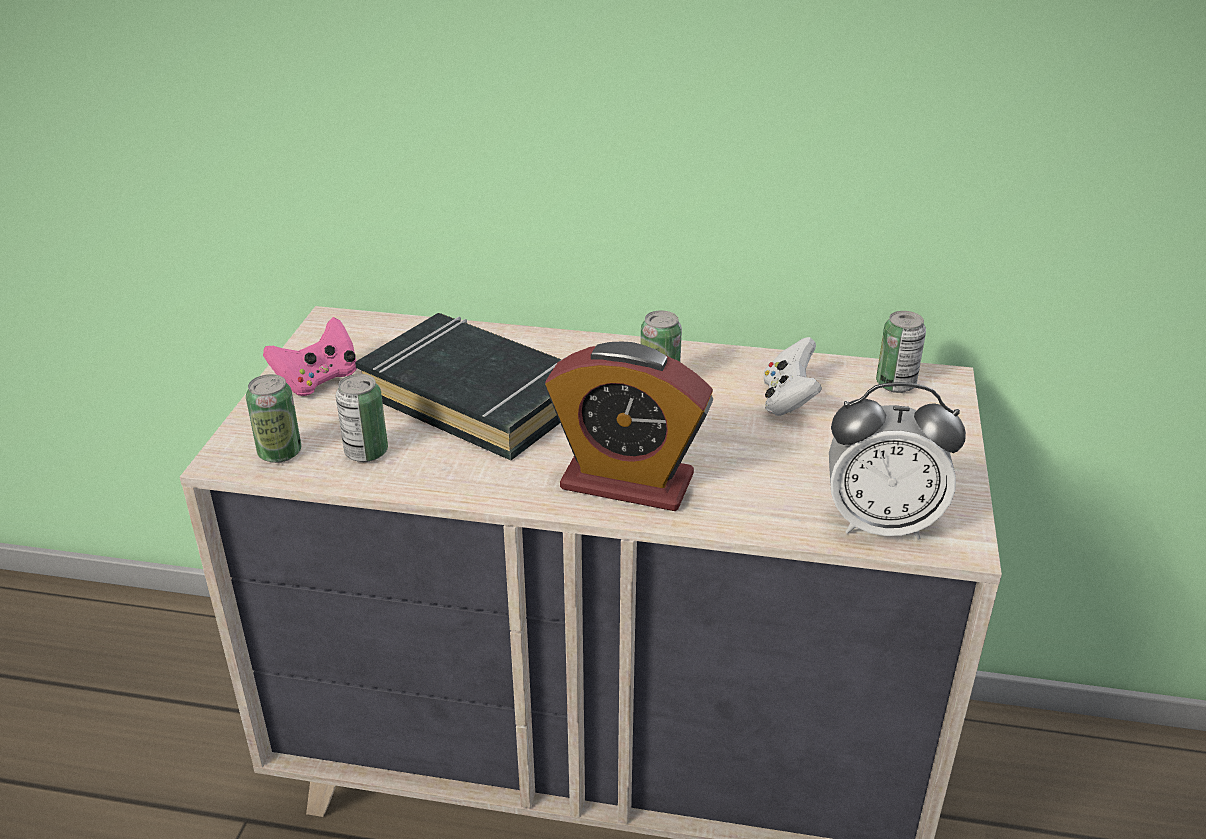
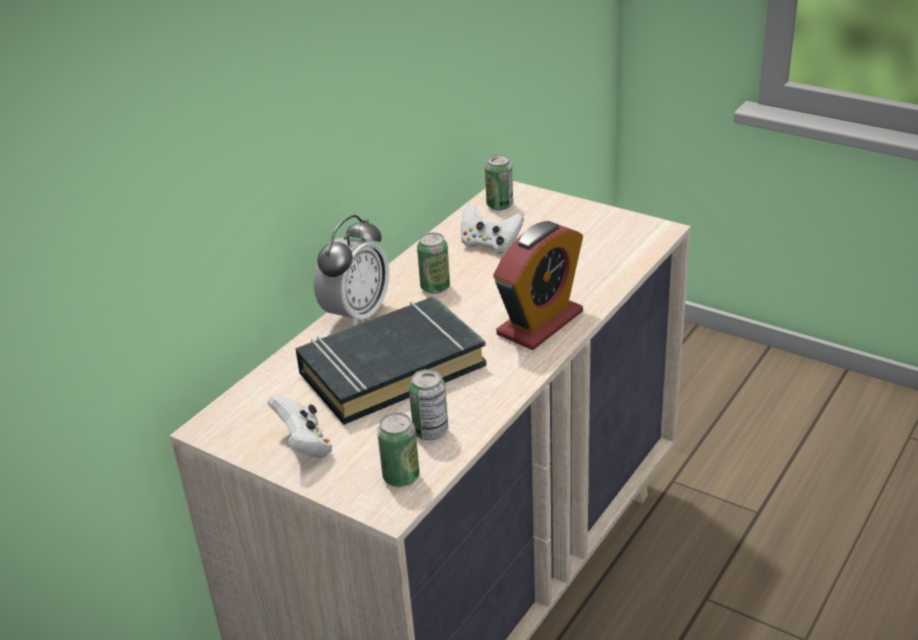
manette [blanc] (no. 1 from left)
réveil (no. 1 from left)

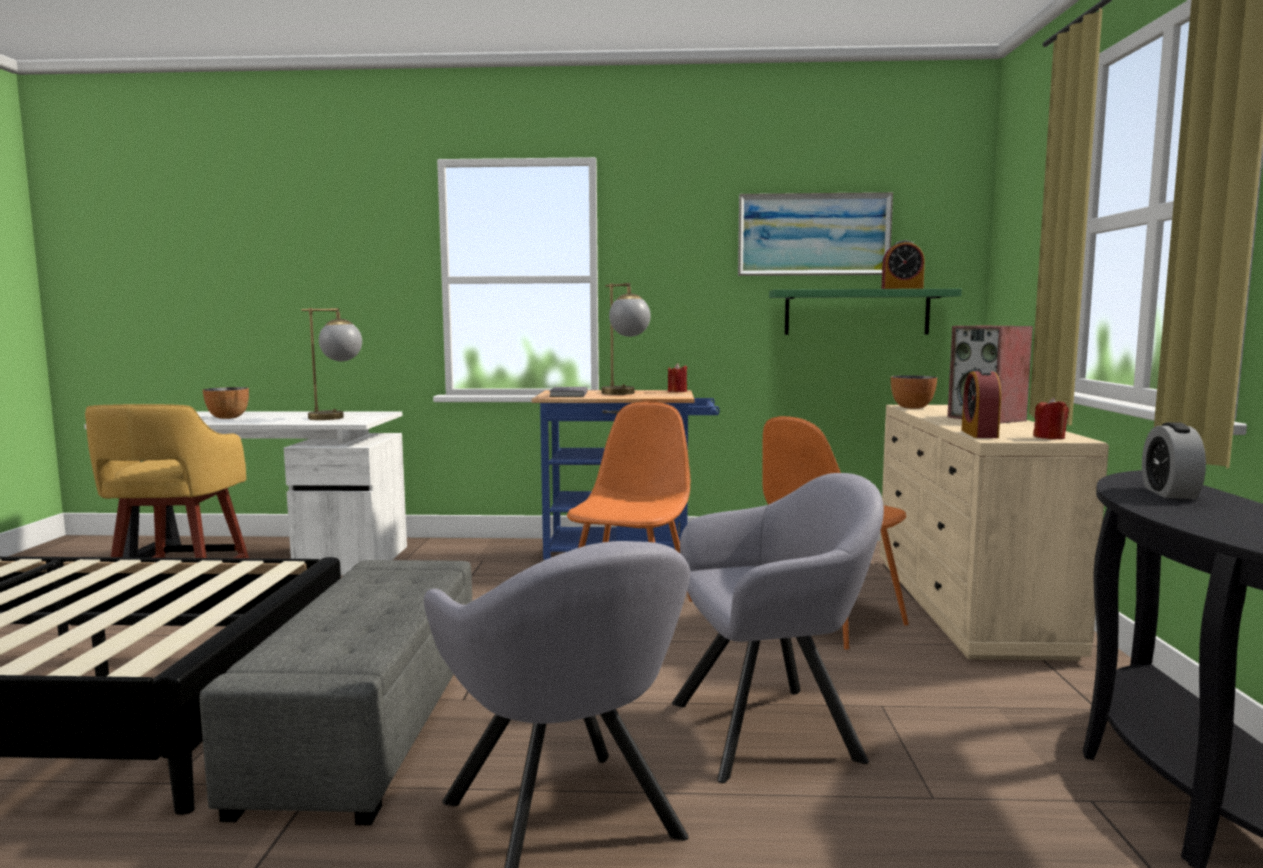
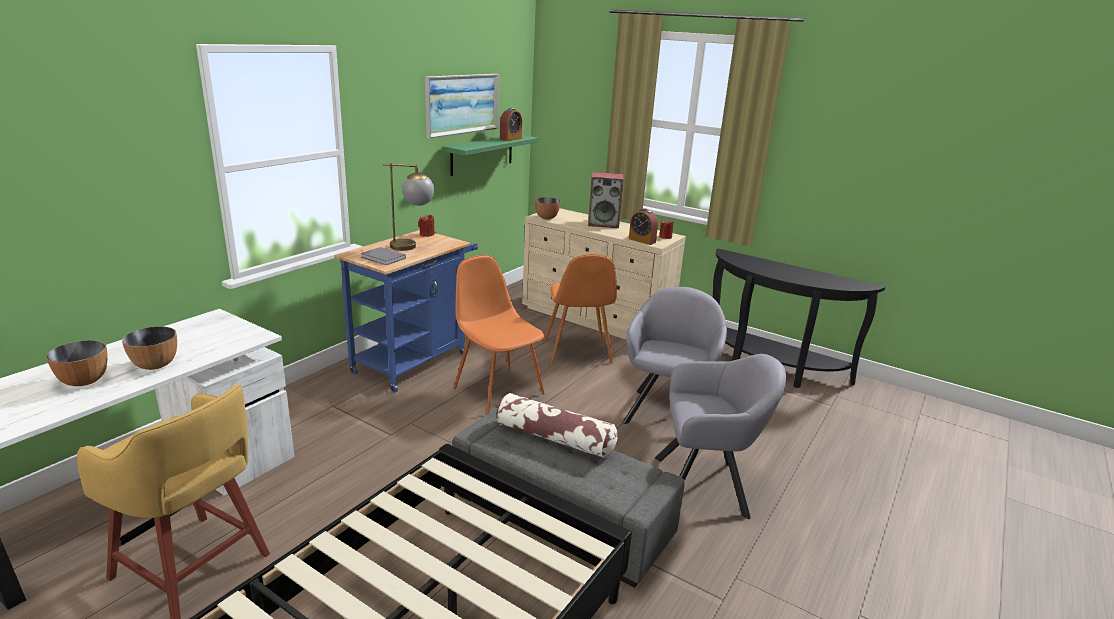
lampe de table (no. 1 from left in the first image)
réveil (no. 3 from left in the first image)
bol (no. 2 from left)
coussin

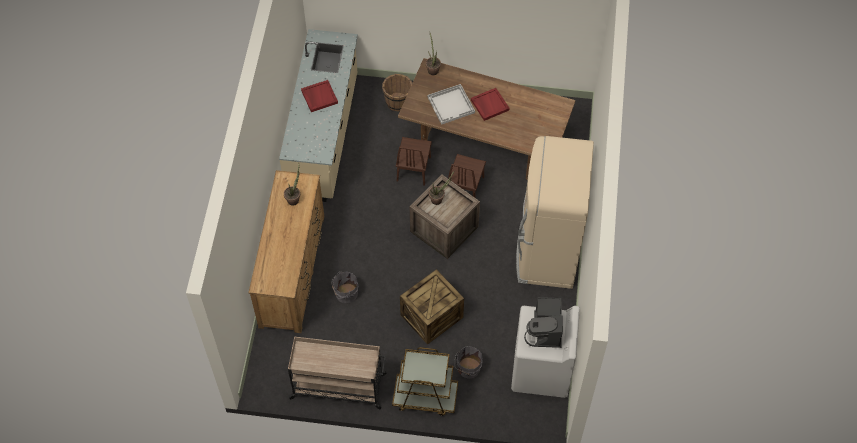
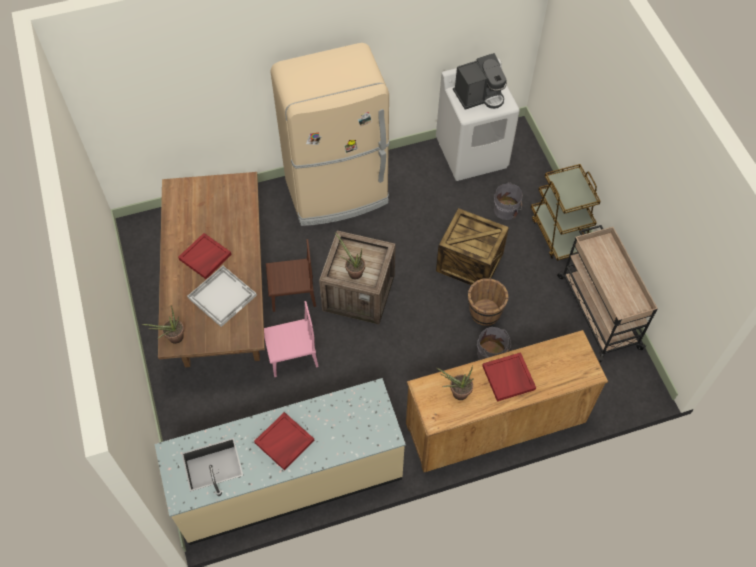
seau [marron]
chaise [rose]
plateau [rouge] (no. 3 from left)

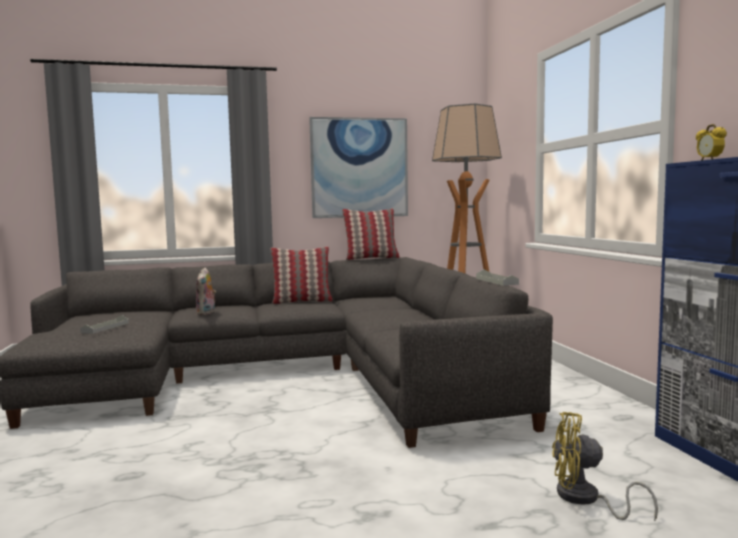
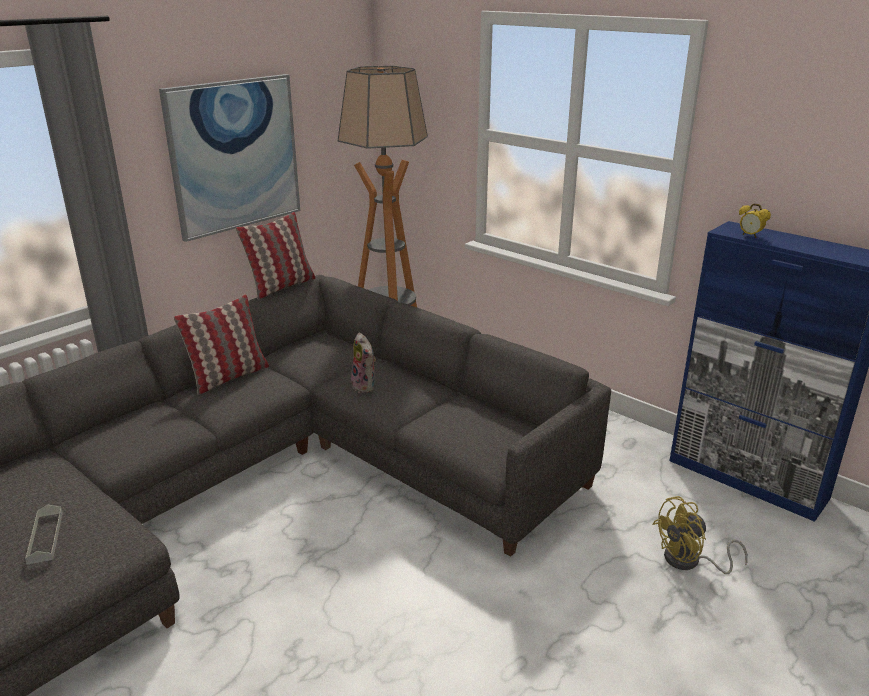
peluche
plateau [gris] (no. 2 from left in the first image)

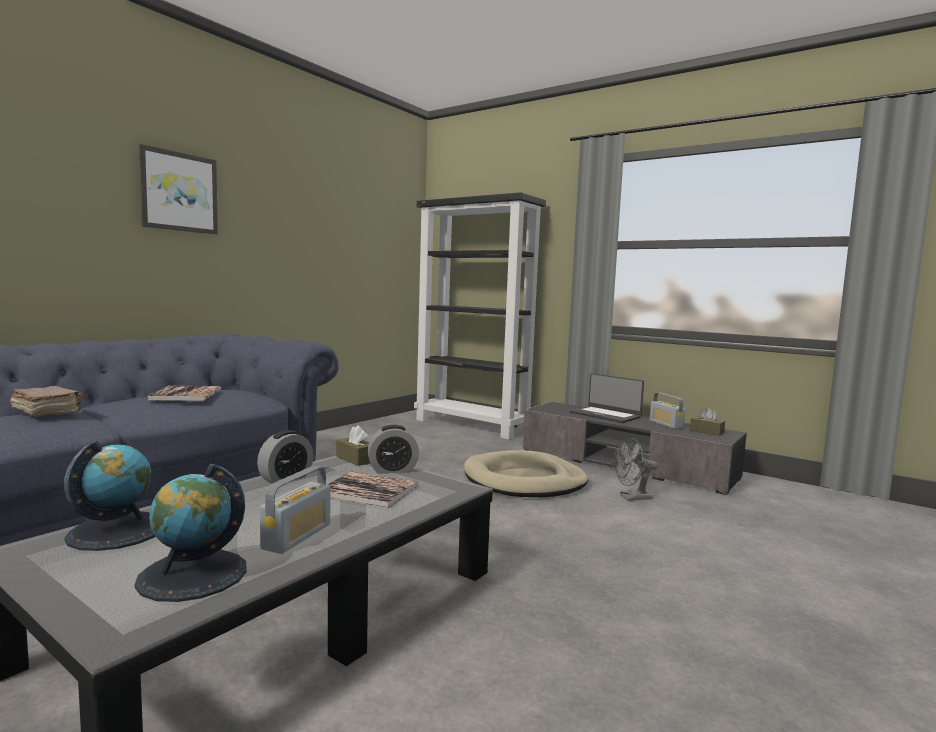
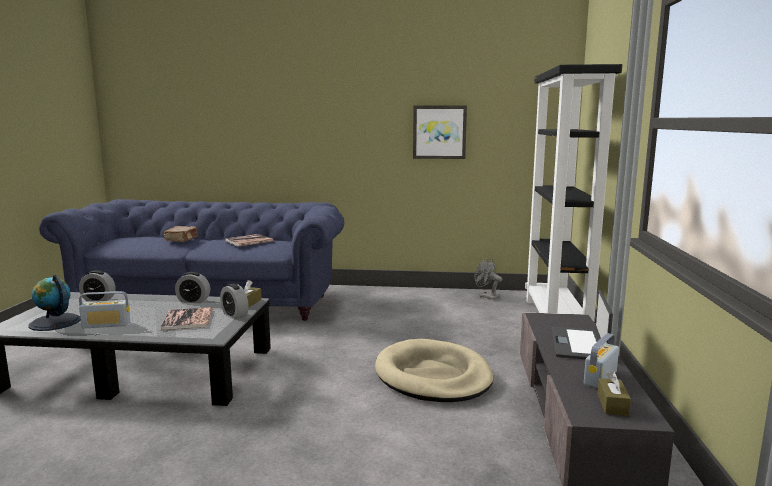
réveil (no. 1 from left)
tableau
ventilateur [gris]

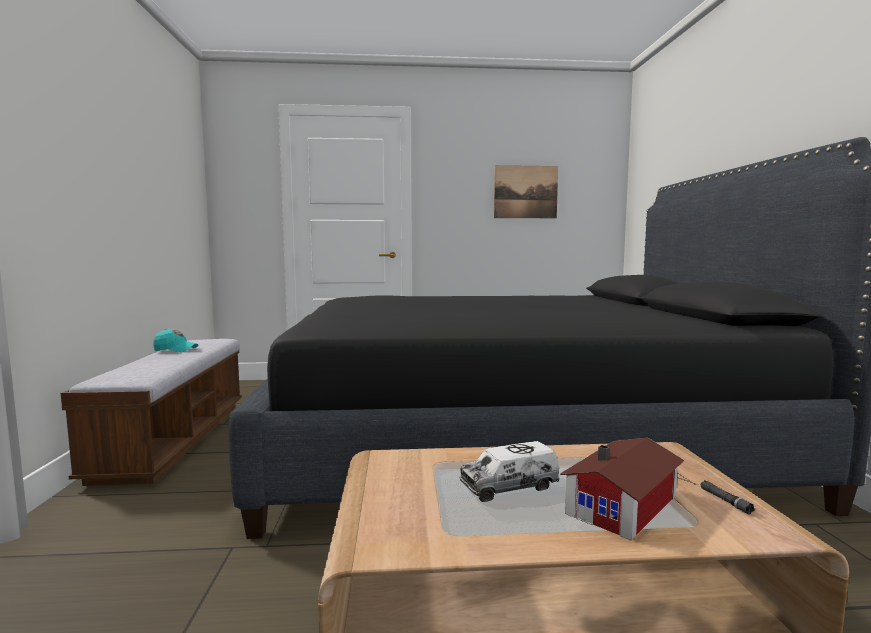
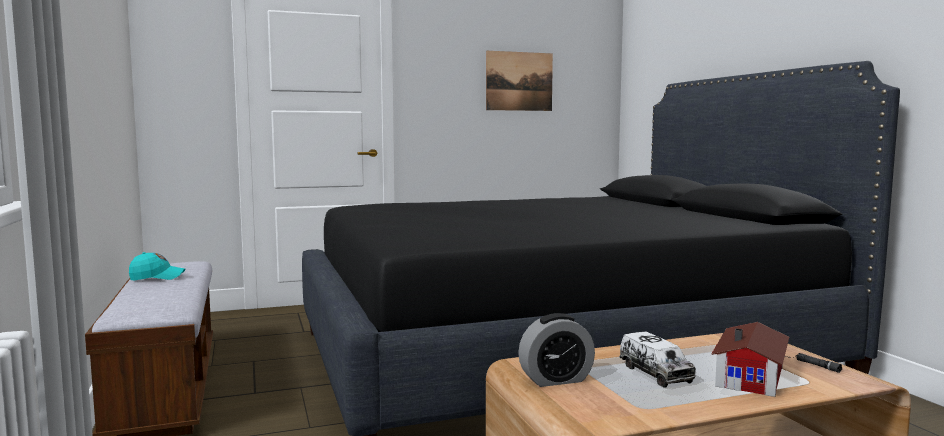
camion jouet
réveil

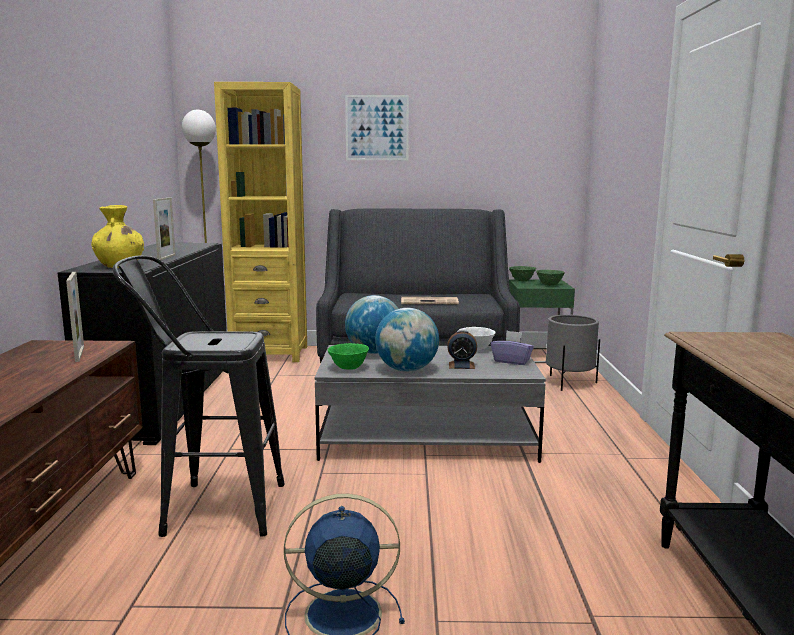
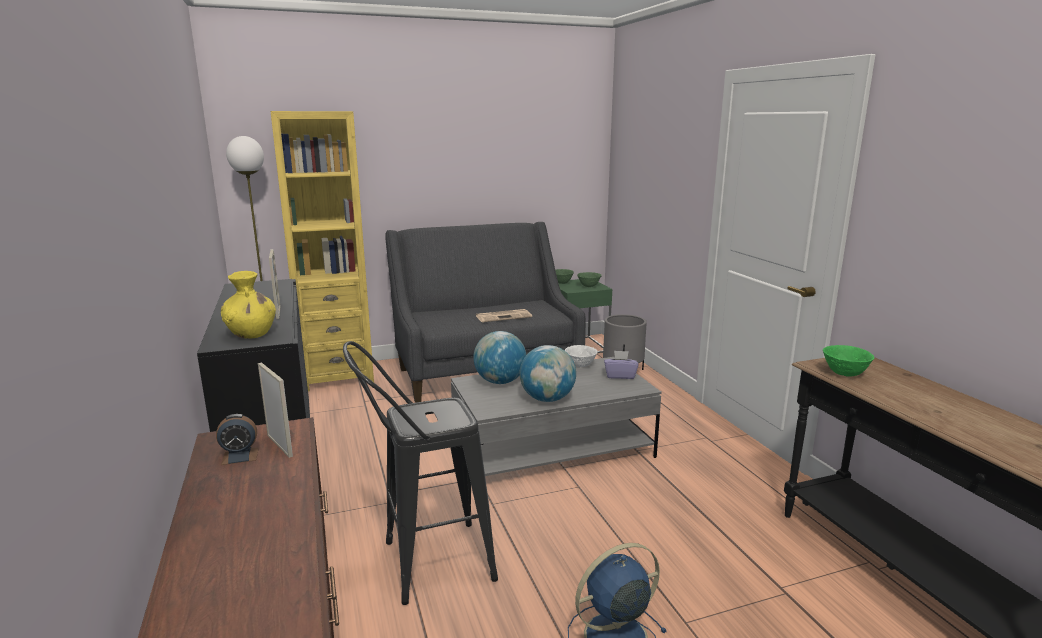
bol [vert] (no. 3 from left)
tableau
réveil

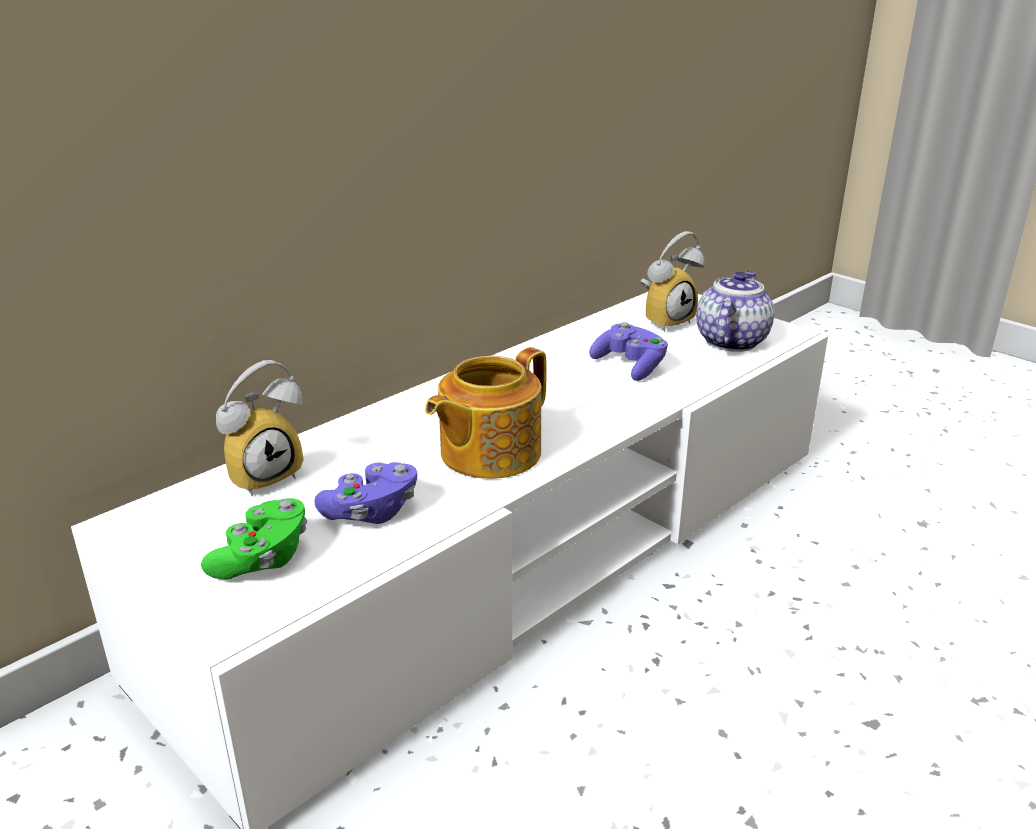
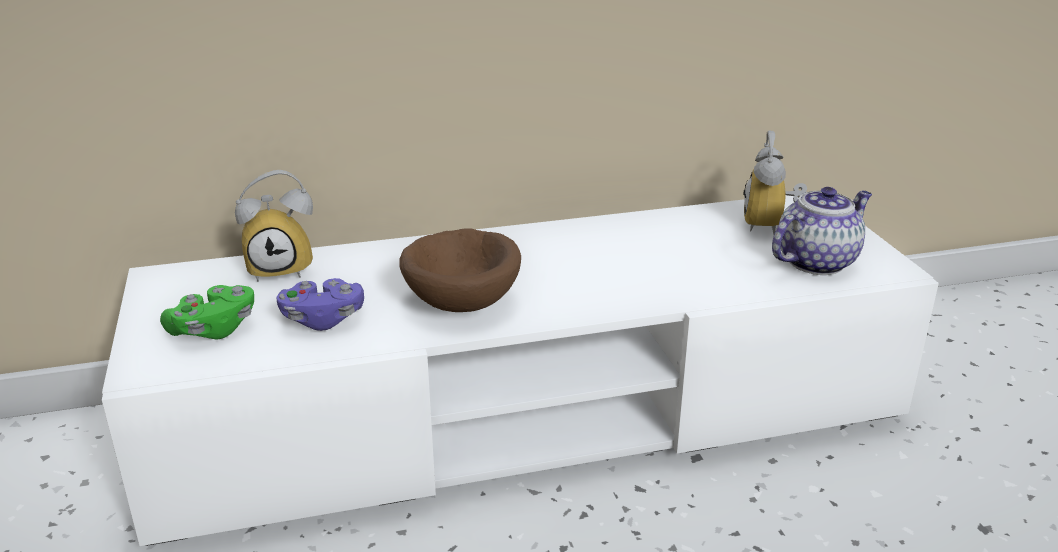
bol [marron]
manette [violet] (no. 2 from left in the first image)
réveil (no. 2 from left)

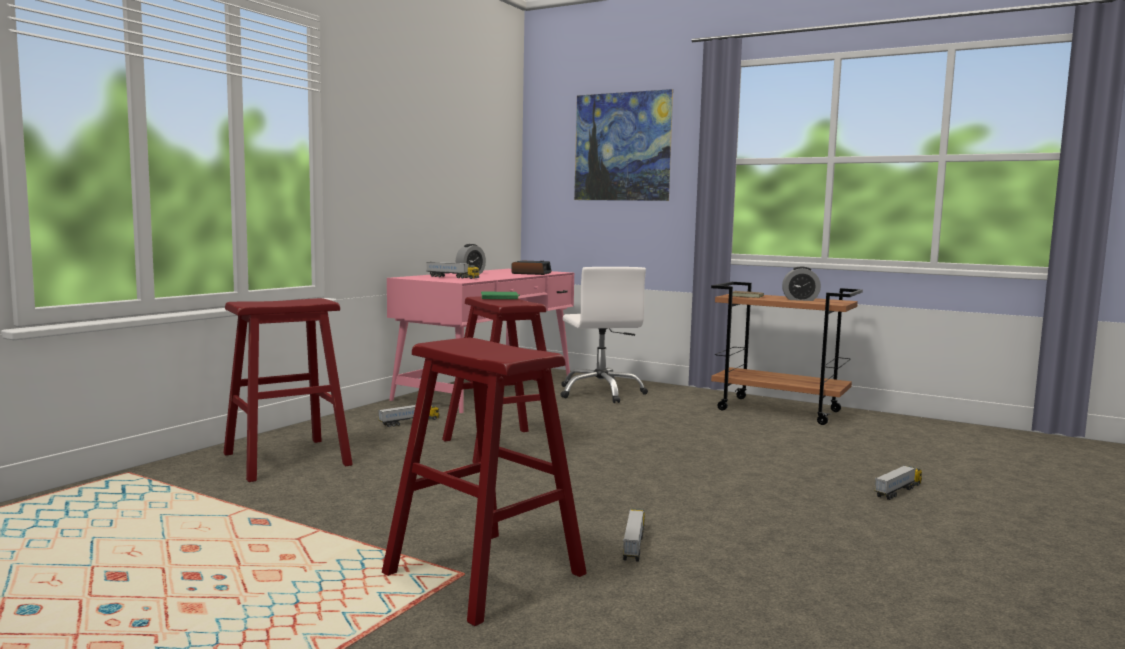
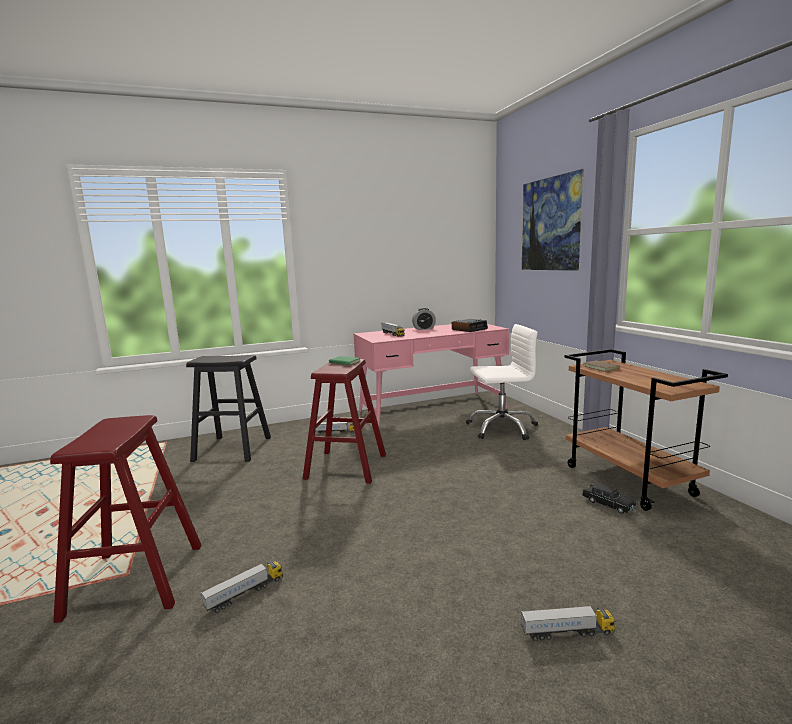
tabouret [noir]
chaise de bureau [blanc]
réveil (no. 3 from left in the first image)
petite voiture [noir]

